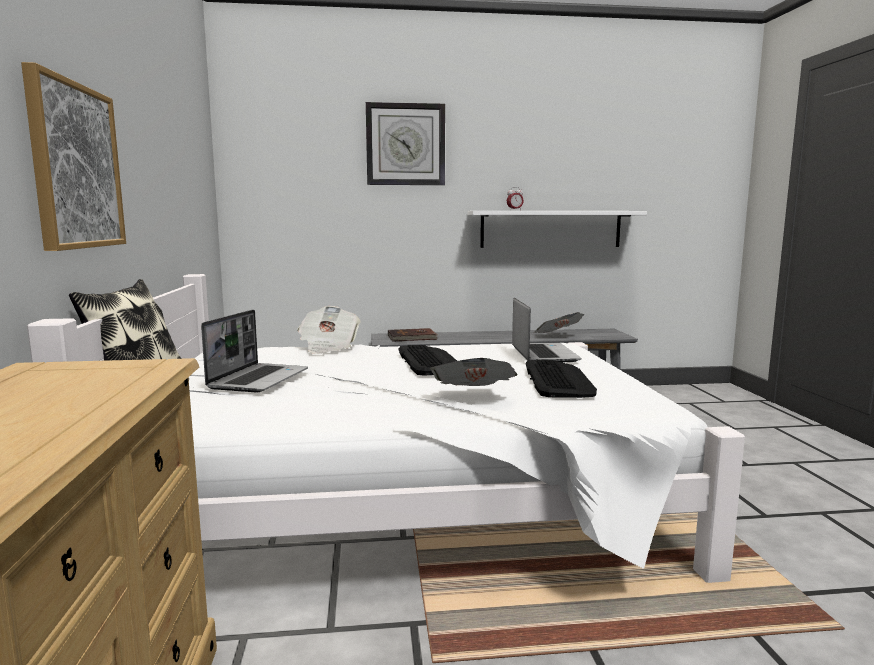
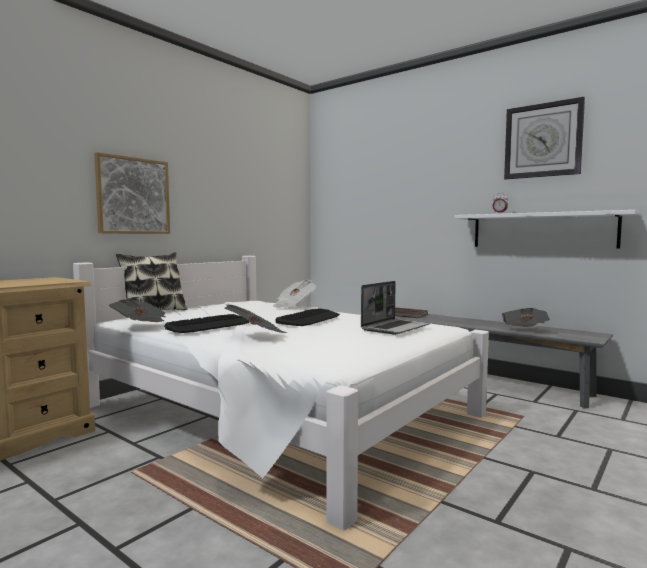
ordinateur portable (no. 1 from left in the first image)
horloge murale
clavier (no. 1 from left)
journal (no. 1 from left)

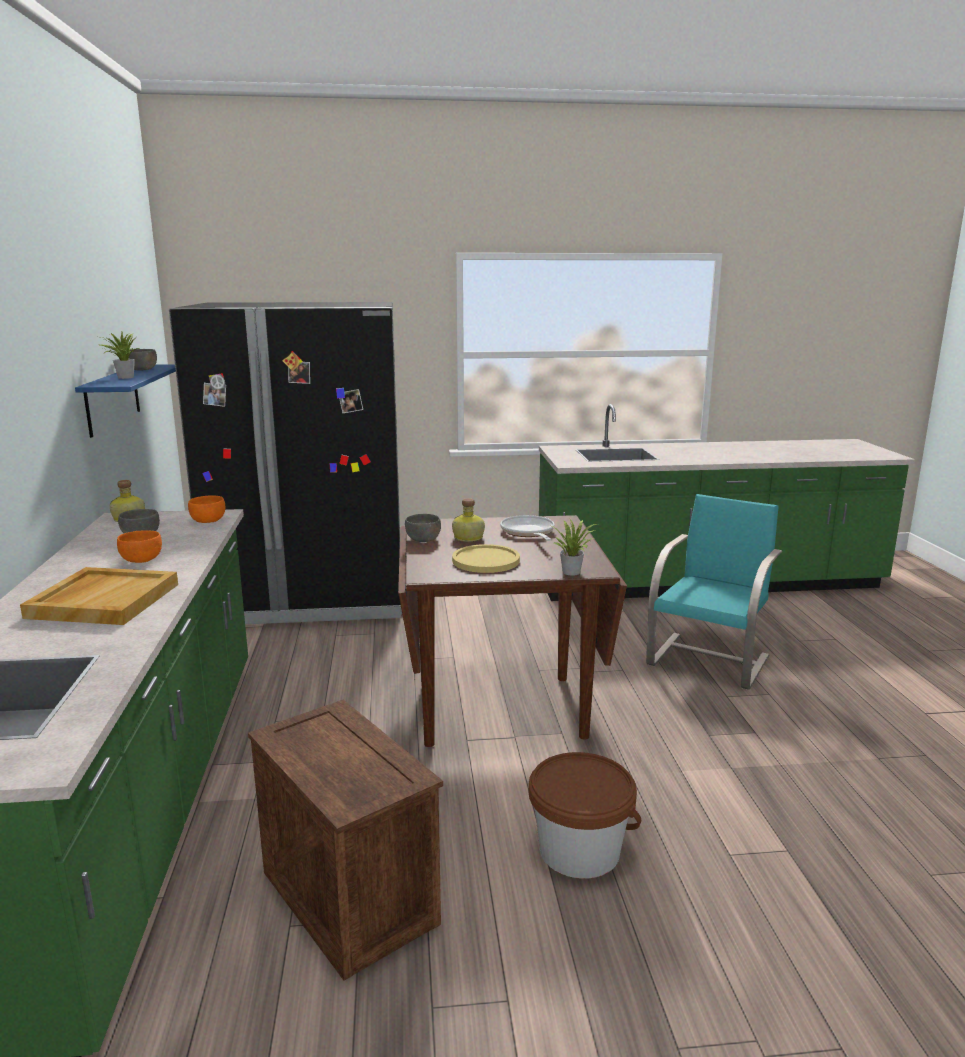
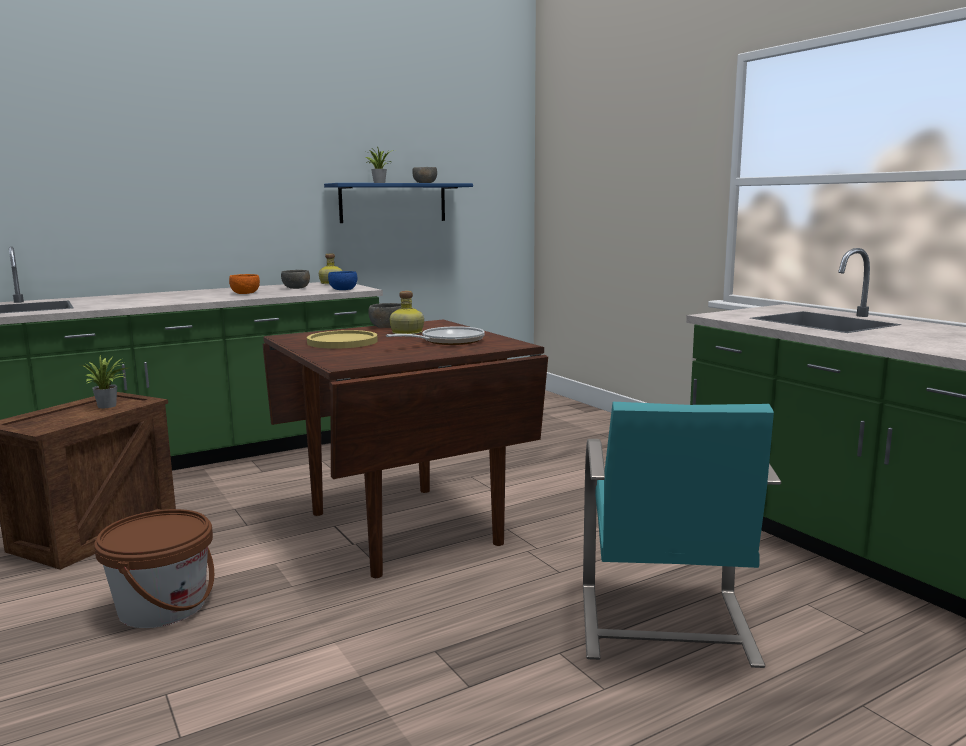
plateau [beige]
réfrigérateur [noir]
bol [bleu]
plante en pot (no. 1 from left)
chaise [turquoise]

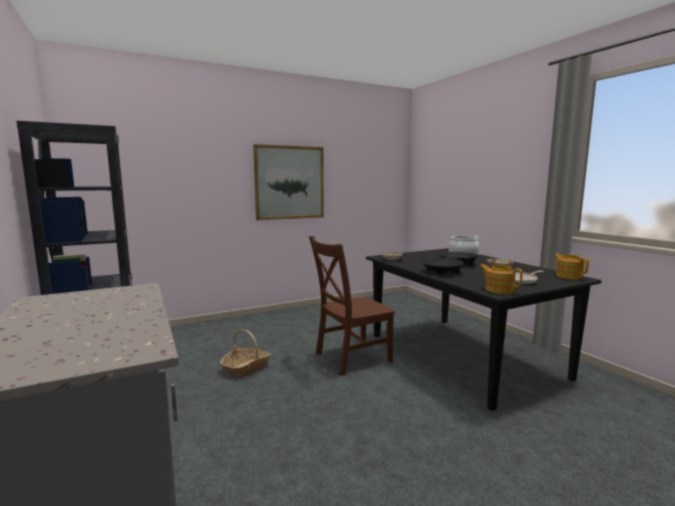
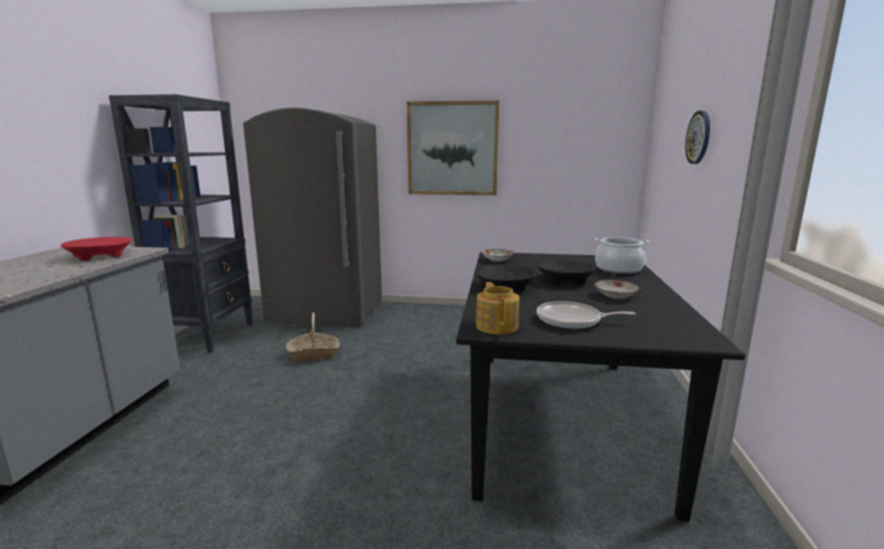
chaise [marron]
théière (no. 2 from left in the first image)
bol [rouge]
réfrigérateur [gris]
horloge murale

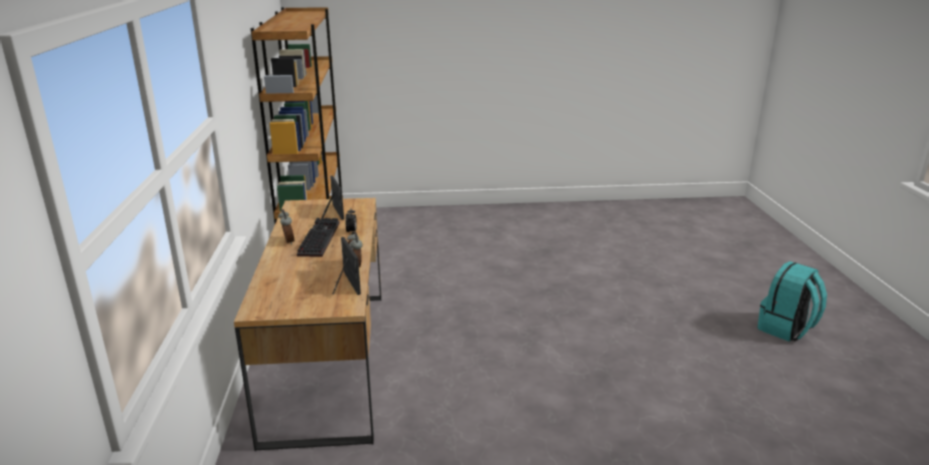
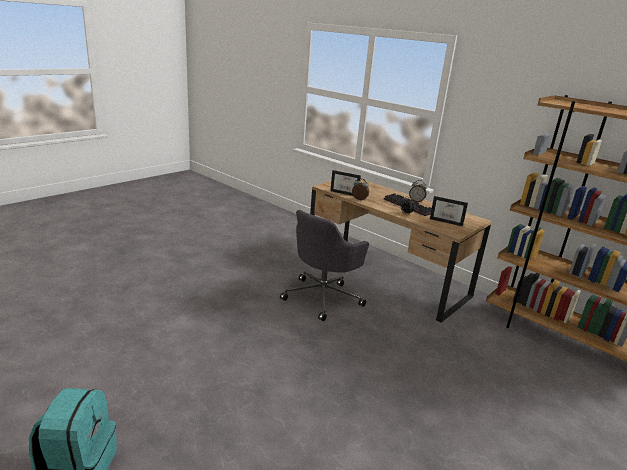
chaise de bureau [gris]

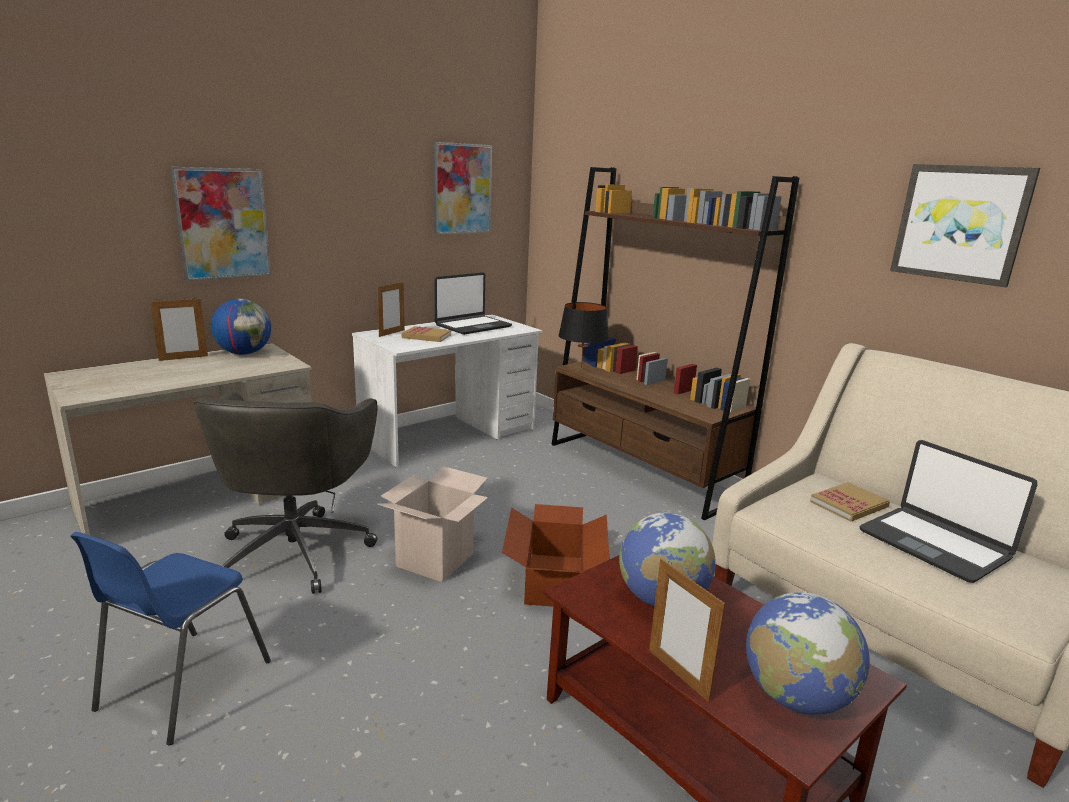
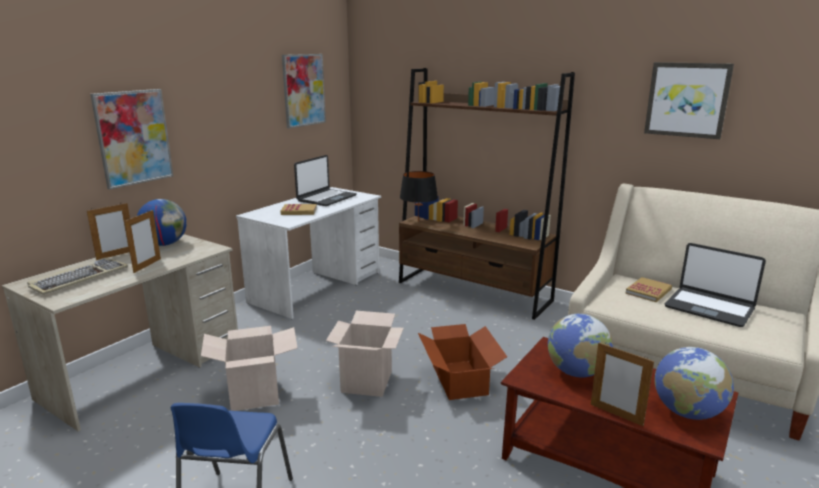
carton (no. 1 from left)
cadre photo (no. 2 from left)
clavier

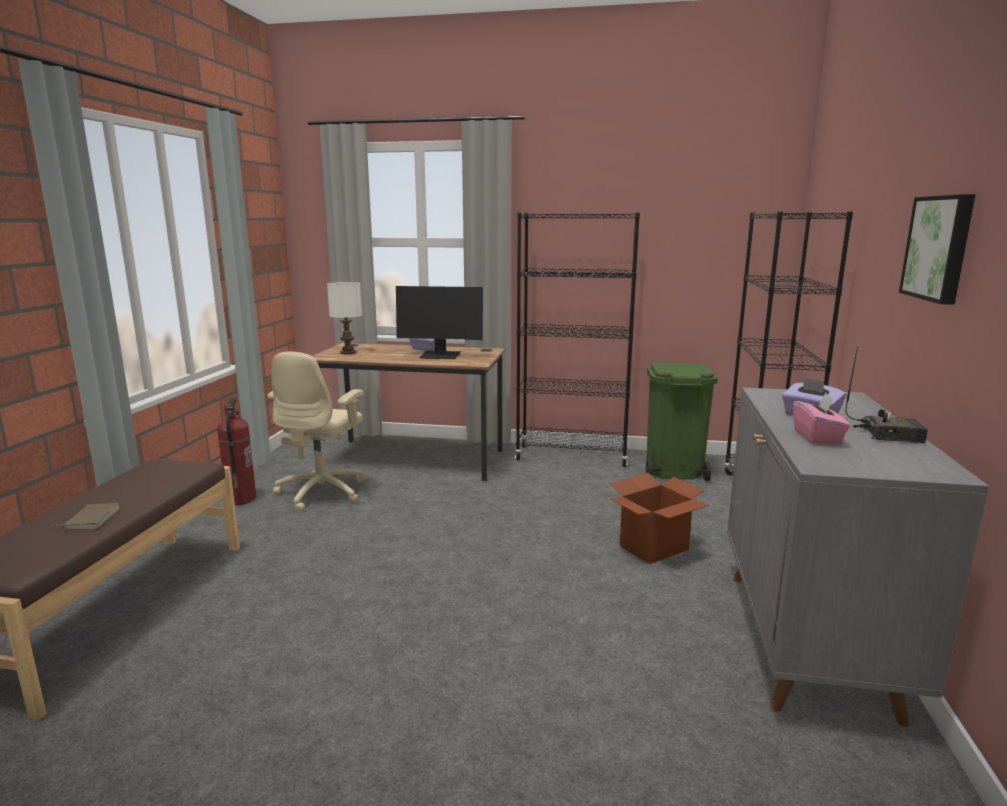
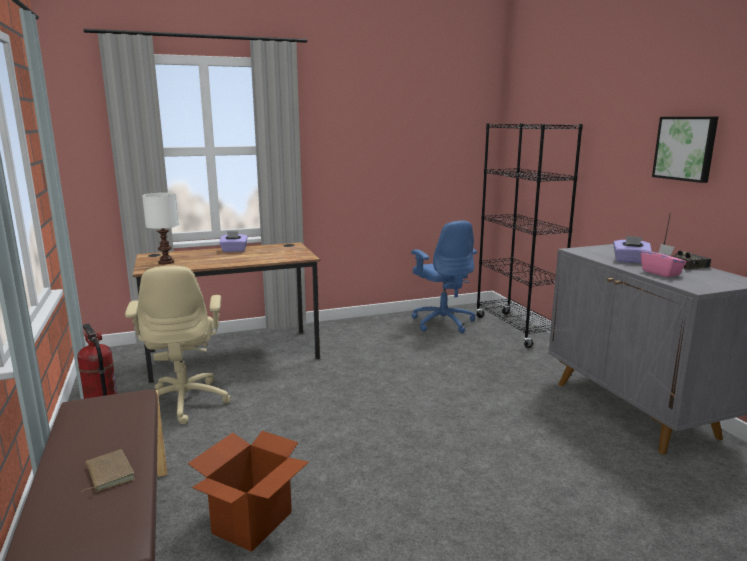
écran d'ordinateur
bibliothèque [noir] (no. 1 from left in the first image)
carton
chaise de bureau [bleu]

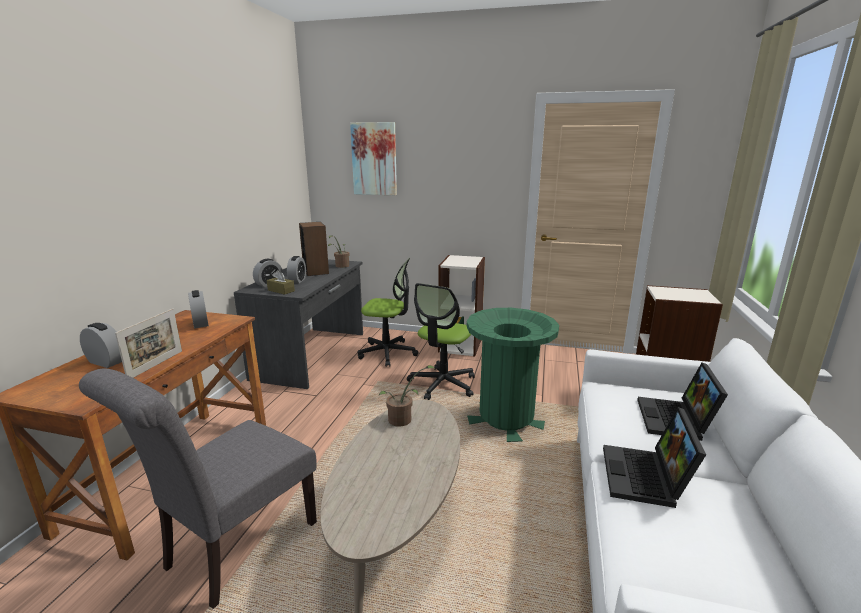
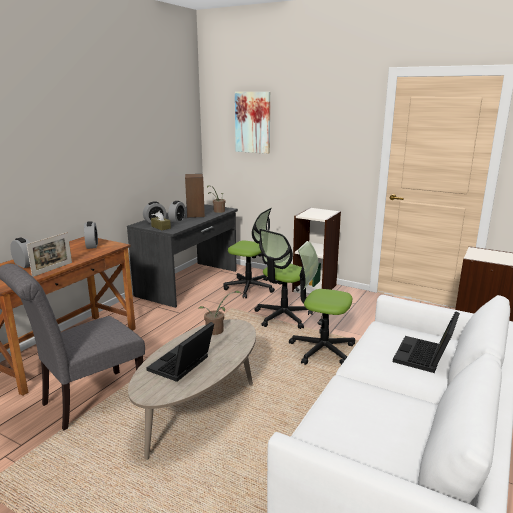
chaise de bureau (no. 3 from left)
ordinateur portable (no. 1 from left)

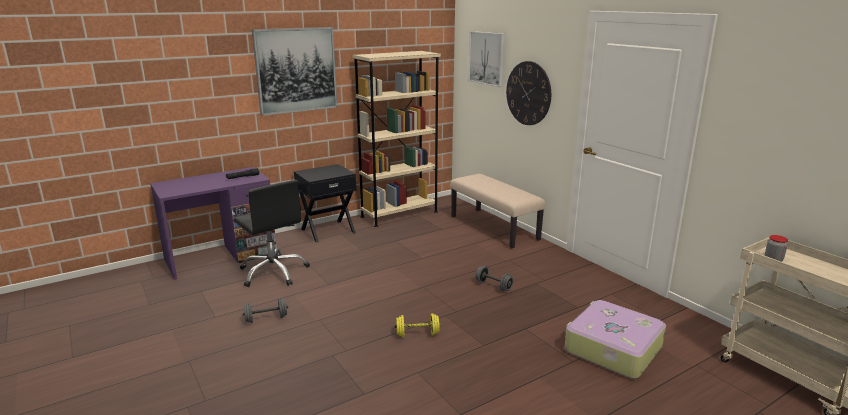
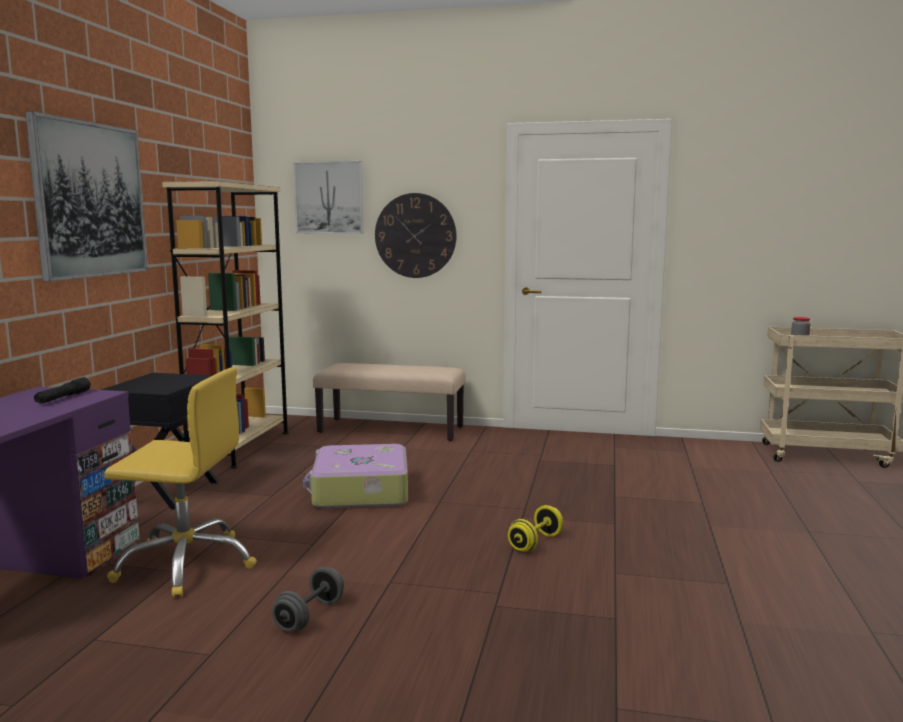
chaise de bureau [jaune]
haltère [gris] (no. 2 from left in the first image)
valise

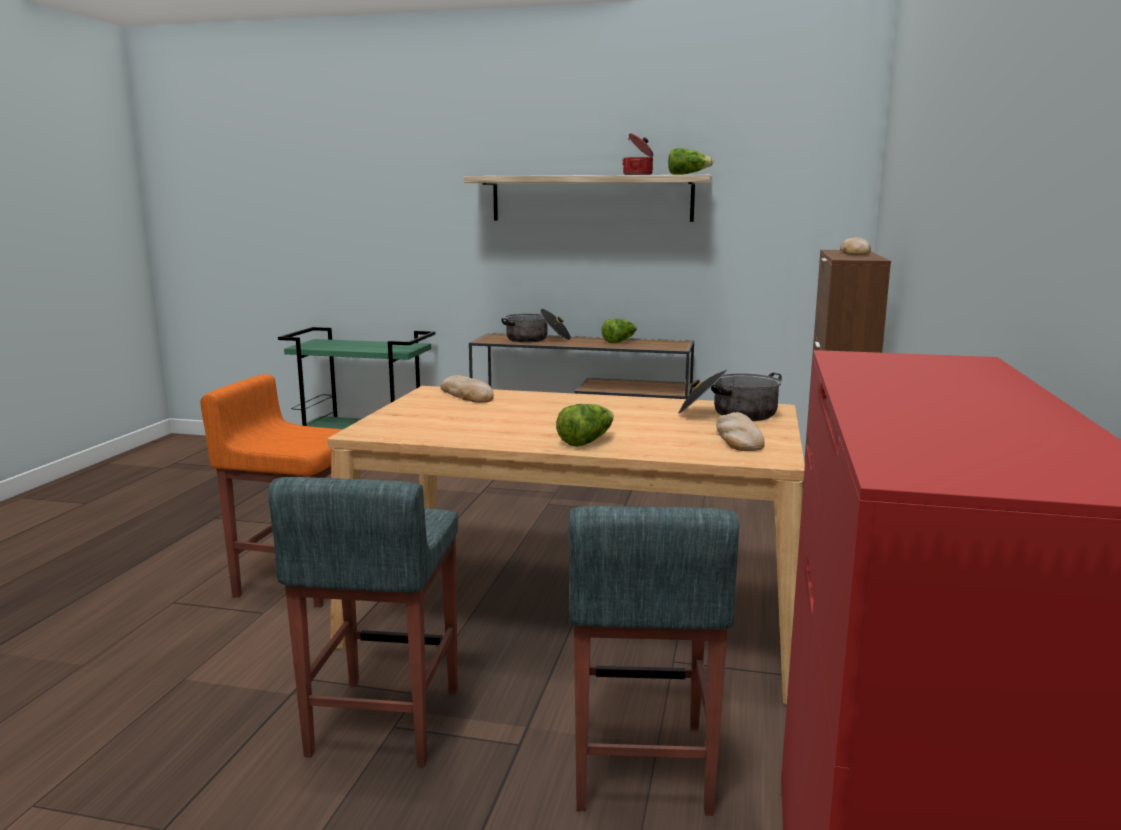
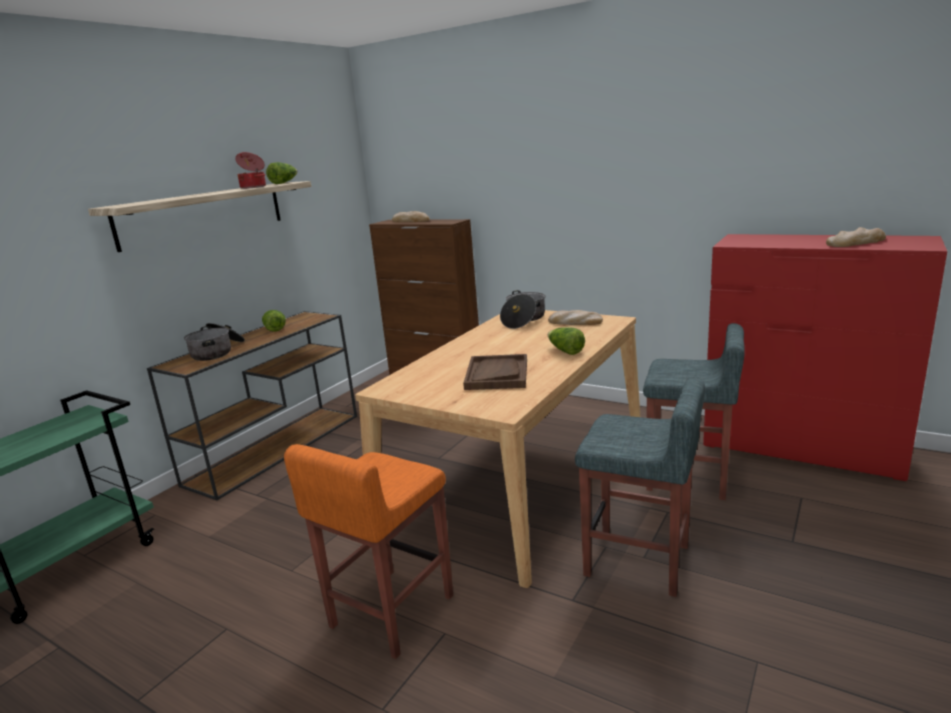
pain (no. 3 from left)
plateau [marron]

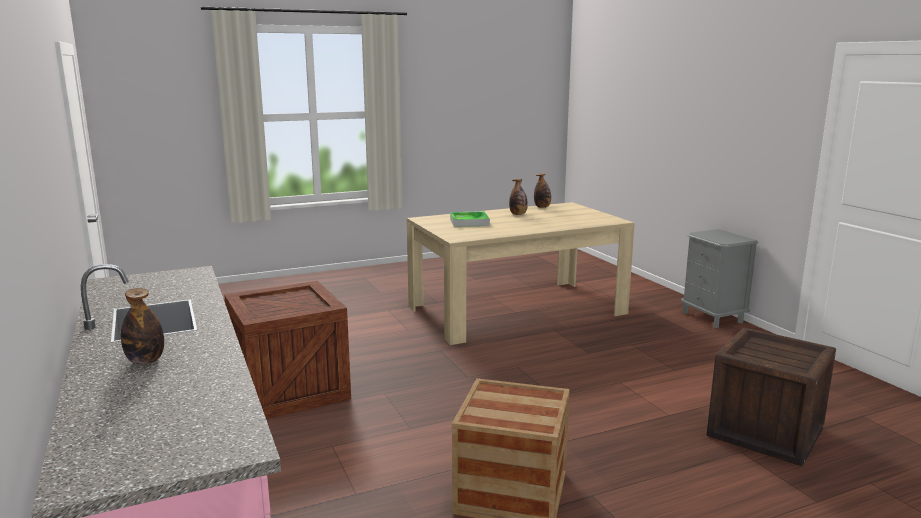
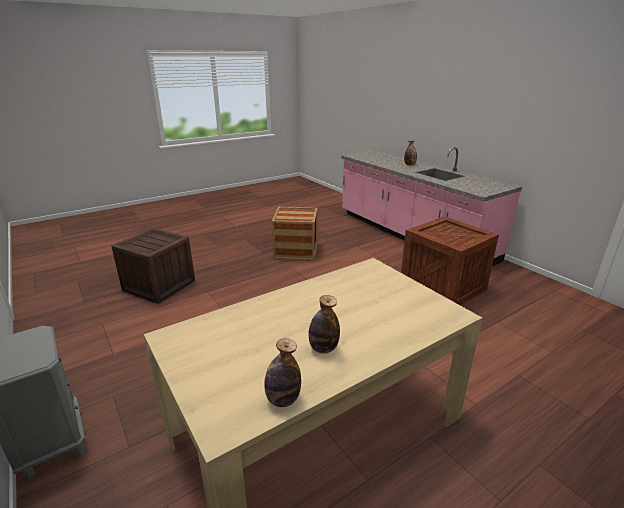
plateau

